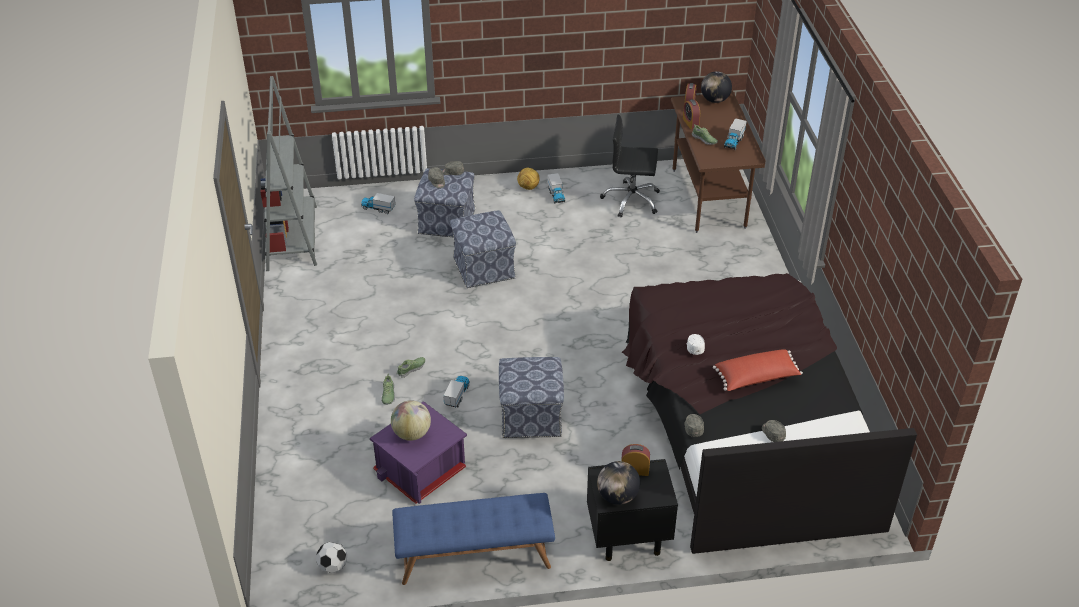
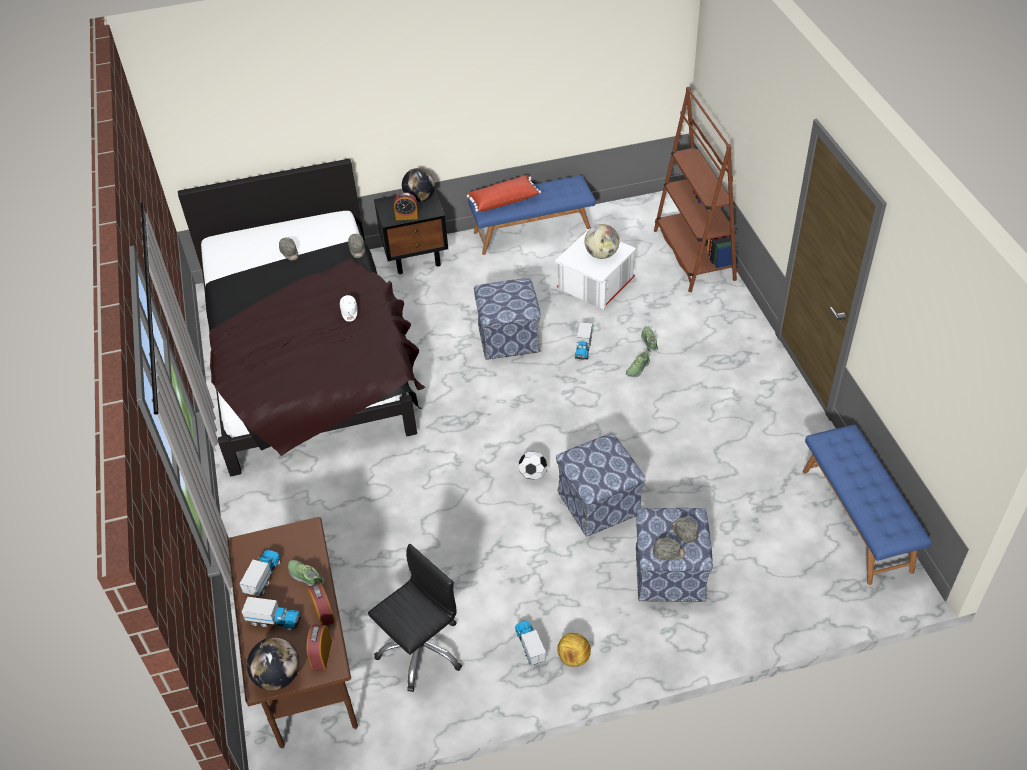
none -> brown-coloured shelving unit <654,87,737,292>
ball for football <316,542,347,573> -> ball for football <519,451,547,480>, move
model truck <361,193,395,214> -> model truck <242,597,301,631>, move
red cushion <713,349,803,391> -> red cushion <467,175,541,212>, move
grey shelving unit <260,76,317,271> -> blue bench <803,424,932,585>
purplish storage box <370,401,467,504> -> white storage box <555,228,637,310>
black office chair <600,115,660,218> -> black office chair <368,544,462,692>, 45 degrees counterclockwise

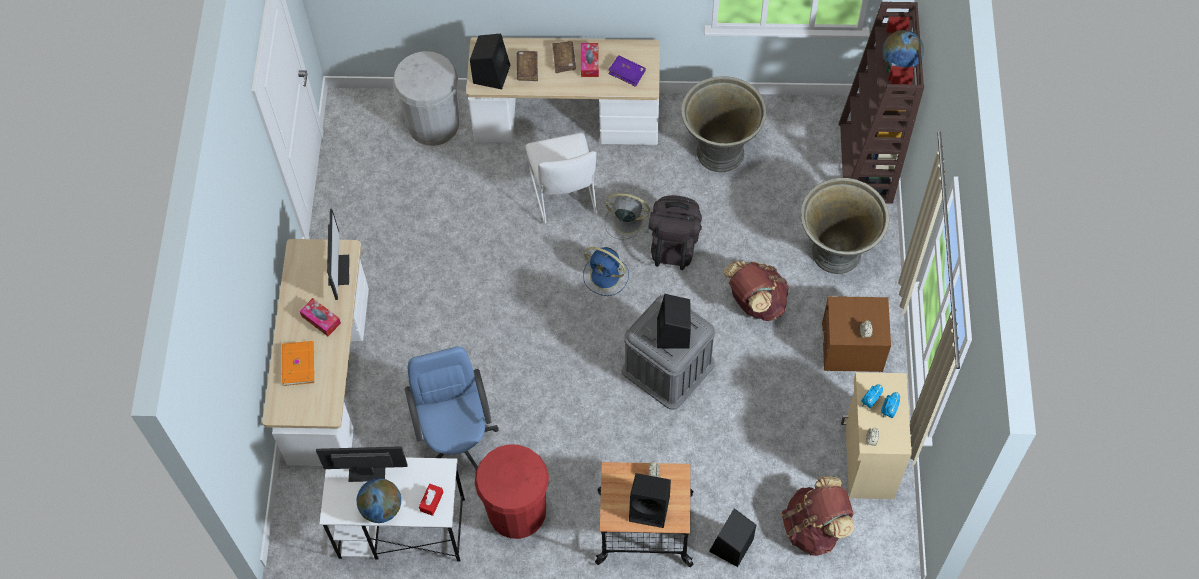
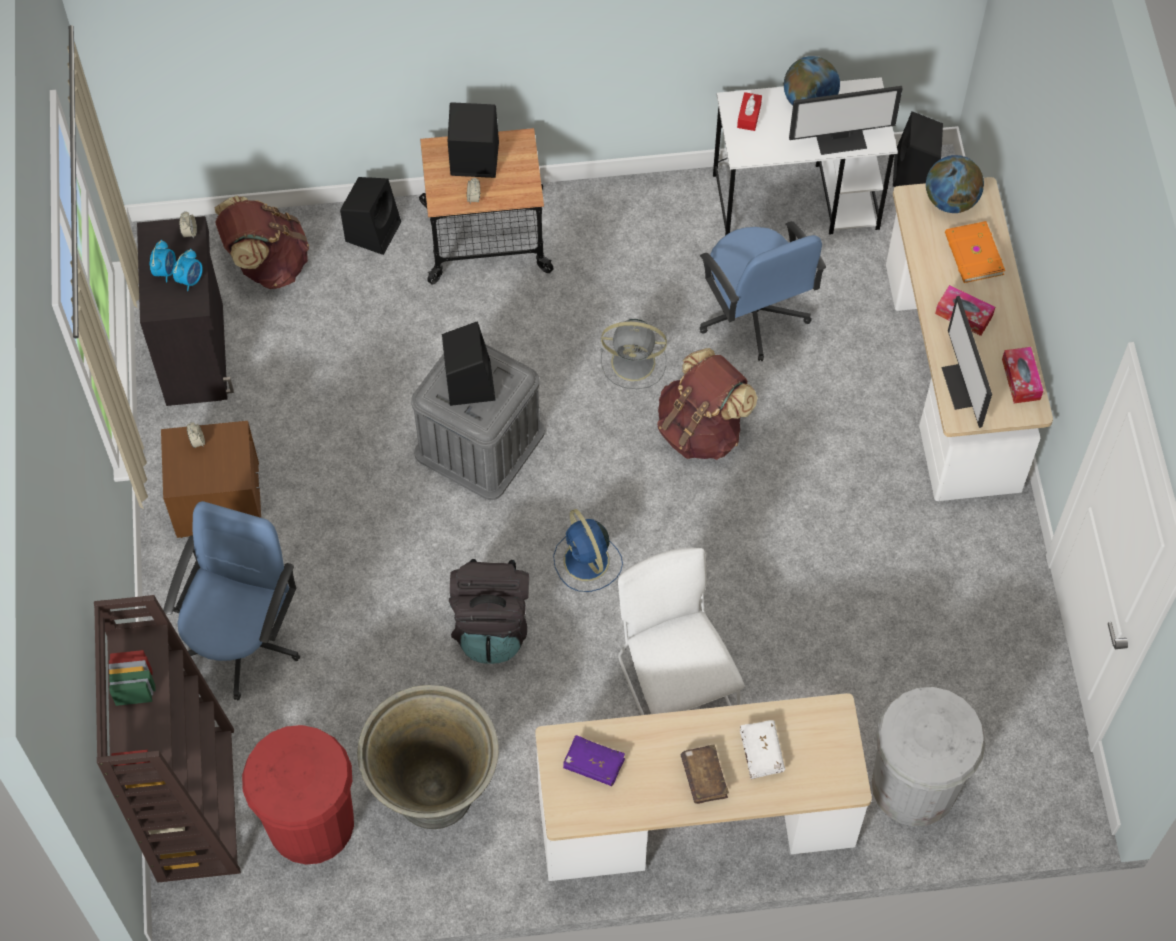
black loudspeaker <470,34,510,90> -> black loudspeaker <893,111,943,187>, move
red waste bin <475,444,549,539> -> red waste bin <242,725,354,865>, move
tissue box <581,43,599,77> -> tissue box <1002,347,1043,403>, move
grey electric fan <605,193,650,240> -> grey electric fan <601,319,667,389>, move
brown-coloured backpack <723,261,790,321> -> brown-coloured backpack <657,348,758,460>, move
world globe <882,30,924,68> -> world globe <926,155,984,213>, move
grey flower pot <801,178,889,274> -> blue office chair <163,501,300,700>
brown-coloured book <517,51,538,81> -> white book <740,720,785,779>
beige cabinet <841,372,912,499> -> black cabinet <137,216,234,406>
blue electric fan <583,247,629,296> -> blue electric fan <553,509,623,592>, 135 degrees counterclockwise

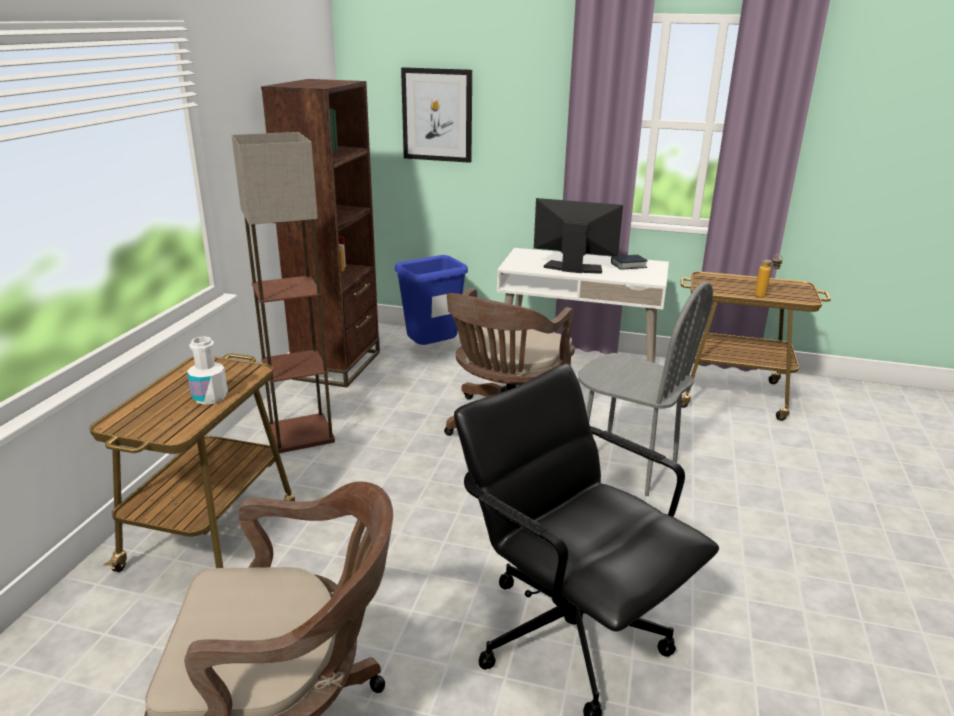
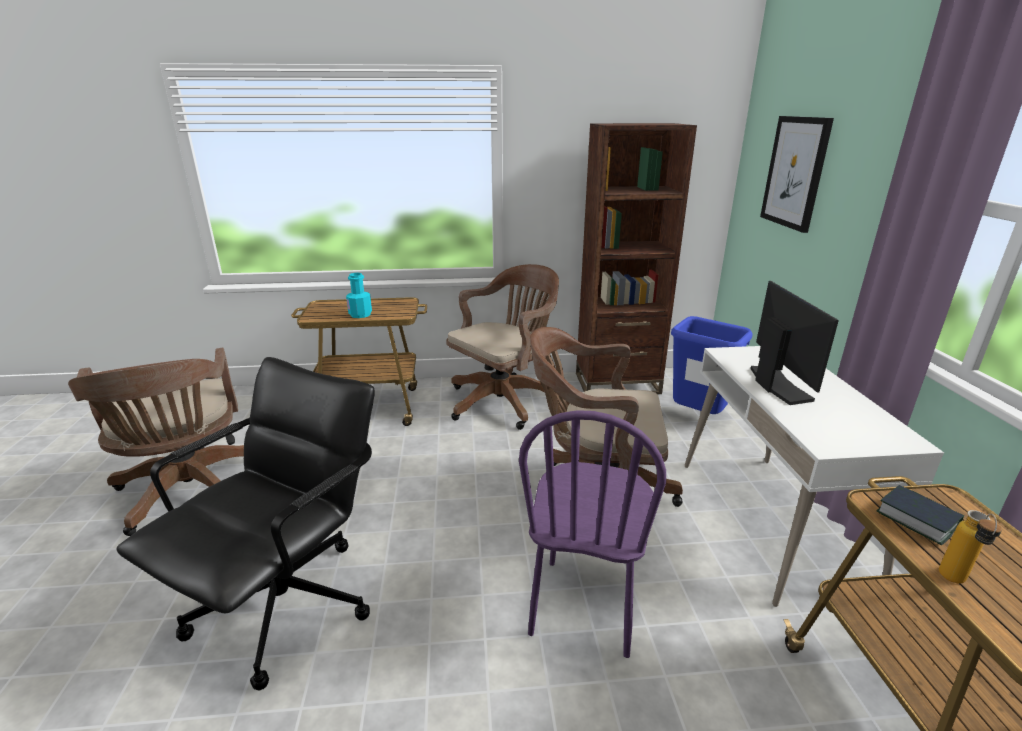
book <611,255,648,270> -> book <877,485,964,545>, move
standing lamp <232,132,335,453> -> brown-coloured office chair <446,264,559,430>
white bottle <187,336,228,405> -> blue-green bottle <346,273,372,318>
grey plain chair <578,281,713,496> -> purplish plain chair <519,410,666,658>

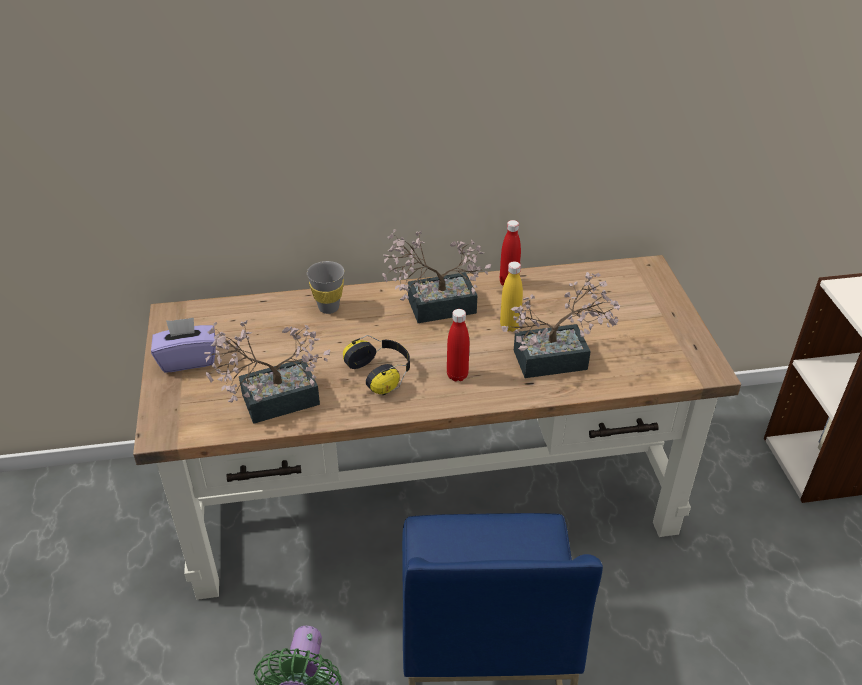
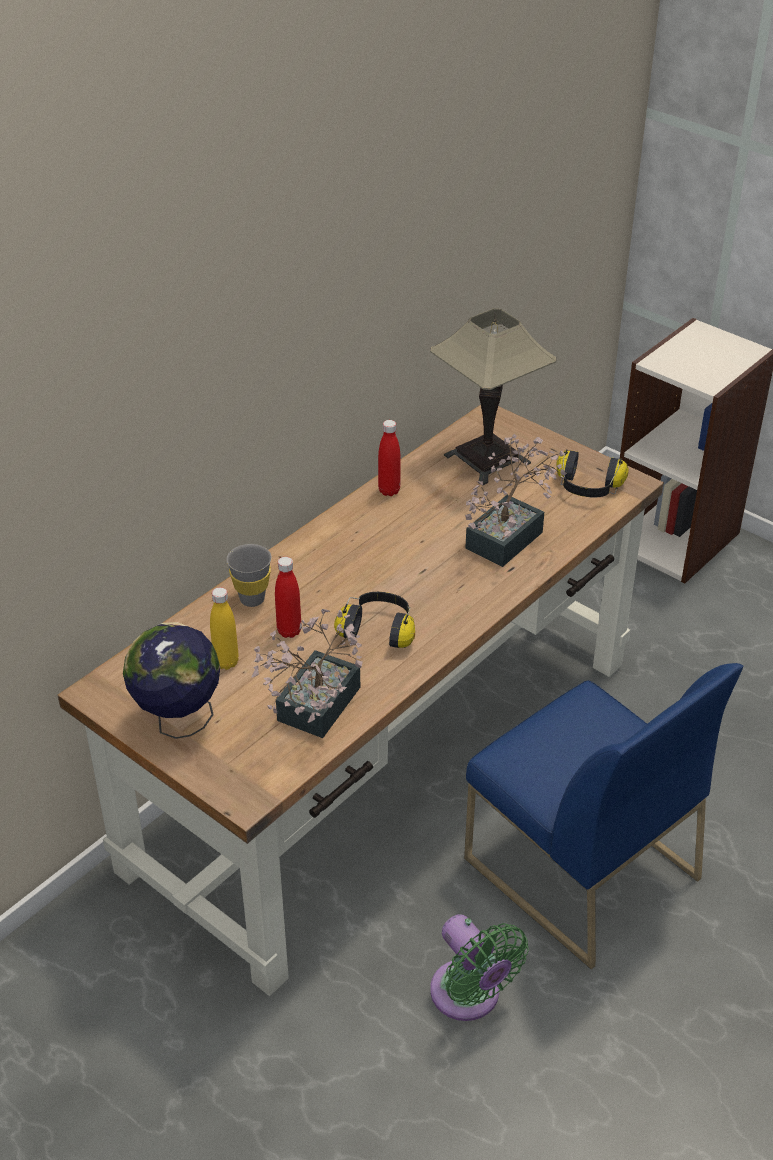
potted plant <382,229,491,323> -> none
none -> table lamp <430,308,557,485>
none -> pair of headphones <556,449,628,498>
red bottle <447,309,469,381> -> red bottle <275,557,301,638>, move
yellow bottle <500,261,523,332> -> yellow bottle <210,587,239,670>, move
purplish tissue box <151,317,216,373> -> world globe <123,622,220,739>

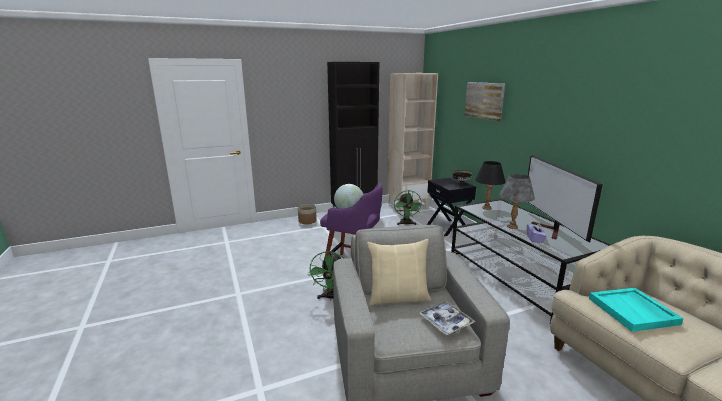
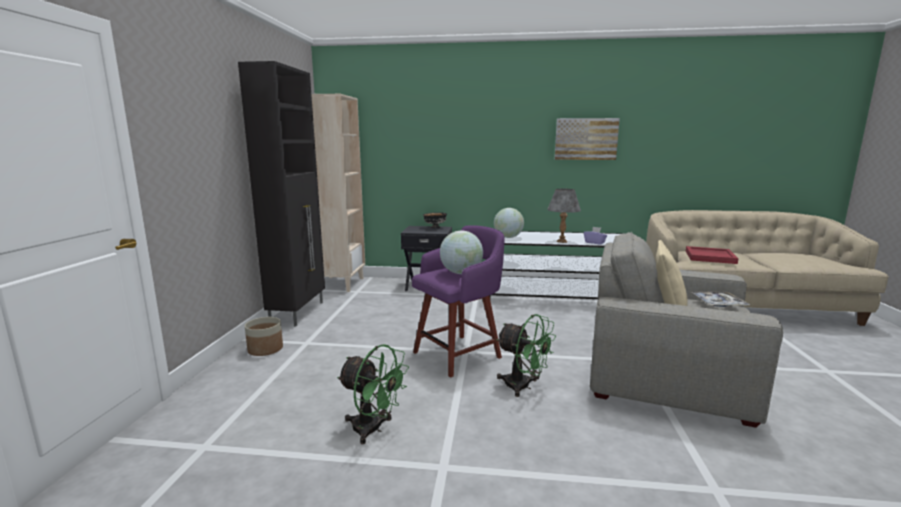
television <528,155,603,242> -> none
green-coloured electric fan <394,190,422,225> -> green-coloured electric fan <337,344,409,444>, move
picture <464,82,505,121> -> picture <555,118,620,160>, move
black table lamp <475,161,506,210> -> world globe <494,208,524,238>
blue-green carrying tray <589,288,683,332> -> red carrying tray <686,246,739,264>

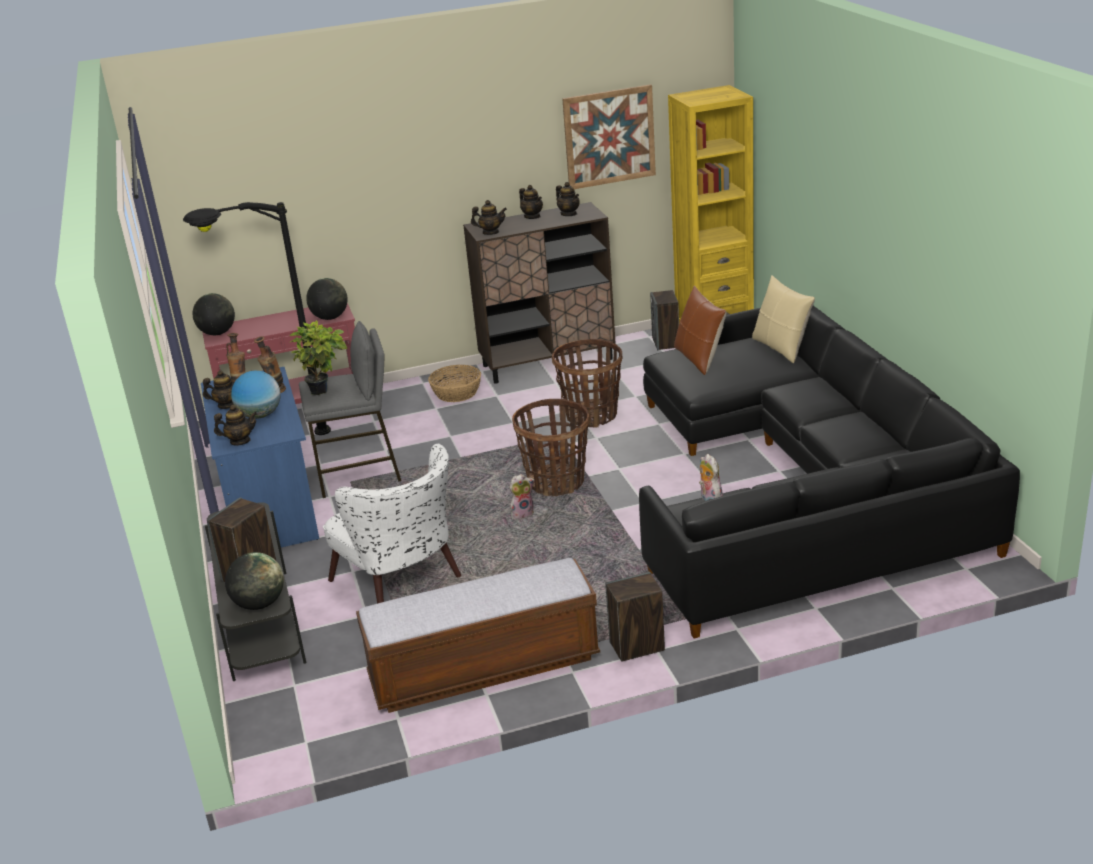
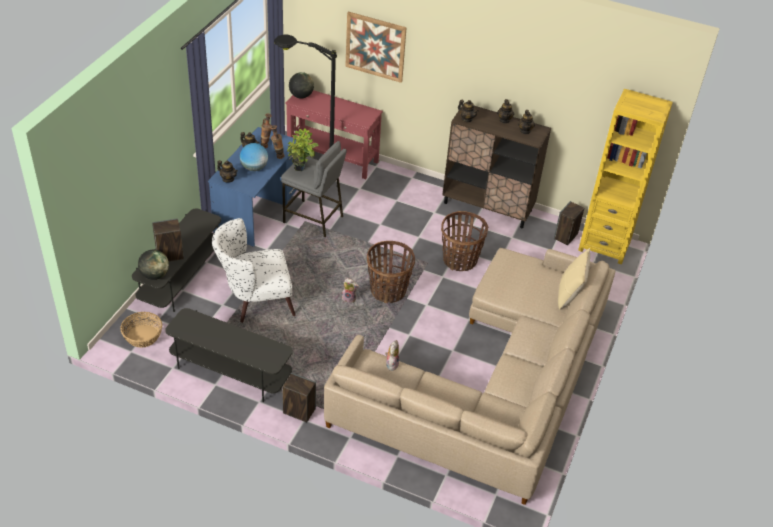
world globe <306,278,348,320> -> none
brown-coloured cushion <674,286,727,375> -> none
basket <428,365,481,402> -> basket <120,312,162,348>, move
picture <562,84,656,189> -> picture <345,12,407,83>, move
bench <356,558,600,713> -> grey tv unit <165,308,293,402>
black couch <639,306,1020,639> -> beige couch <324,248,615,505>
white armchair <323,444,461,604> -> white armchair <212,218,296,323>, 75 degrees clockwise

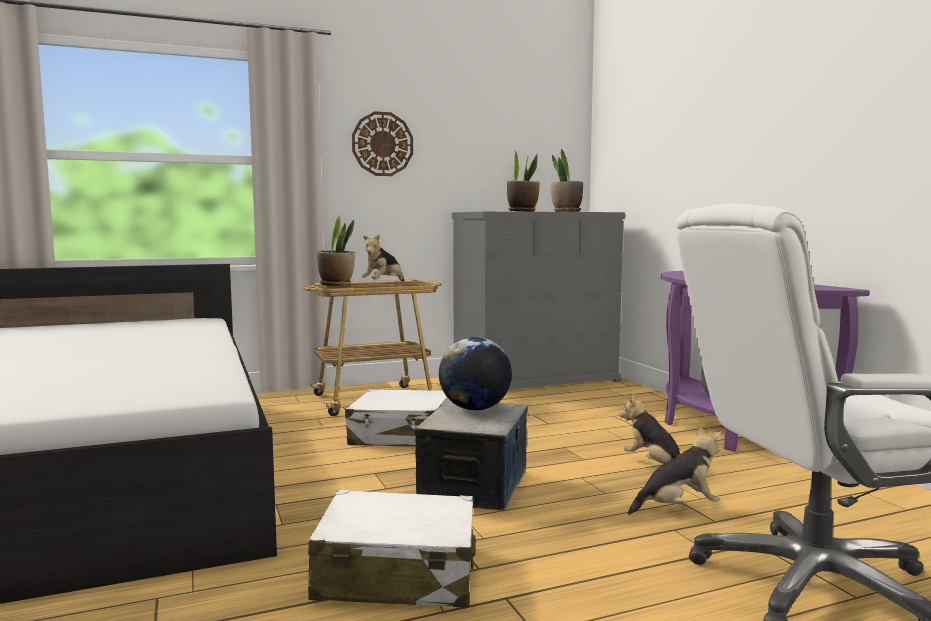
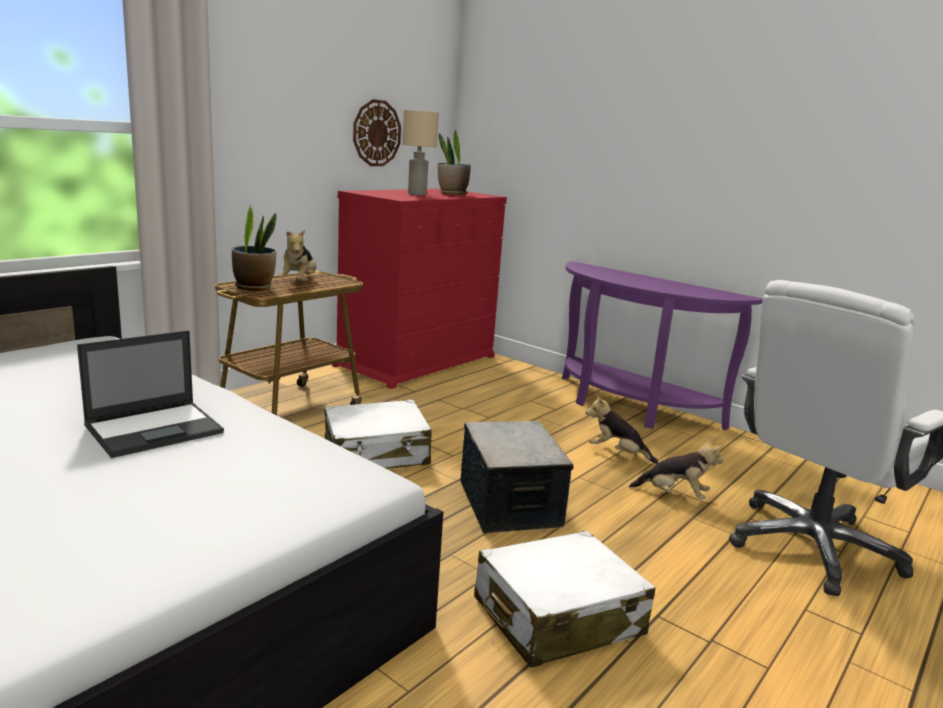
world globe <439,337,512,410> -> none
none -> laptop <77,330,224,458>
clock on the wall <352,111,413,176> -> clock on the wall <353,99,401,166>, move
potted plant <507,151,540,212> -> beige table lamp <402,110,439,196>
grey chest of drawers <452,212,625,390> -> red chest of drawers <332,189,507,389>
soft toy <628,425,721,515> -> soft toy <629,436,724,500>, 60 degrees clockwise

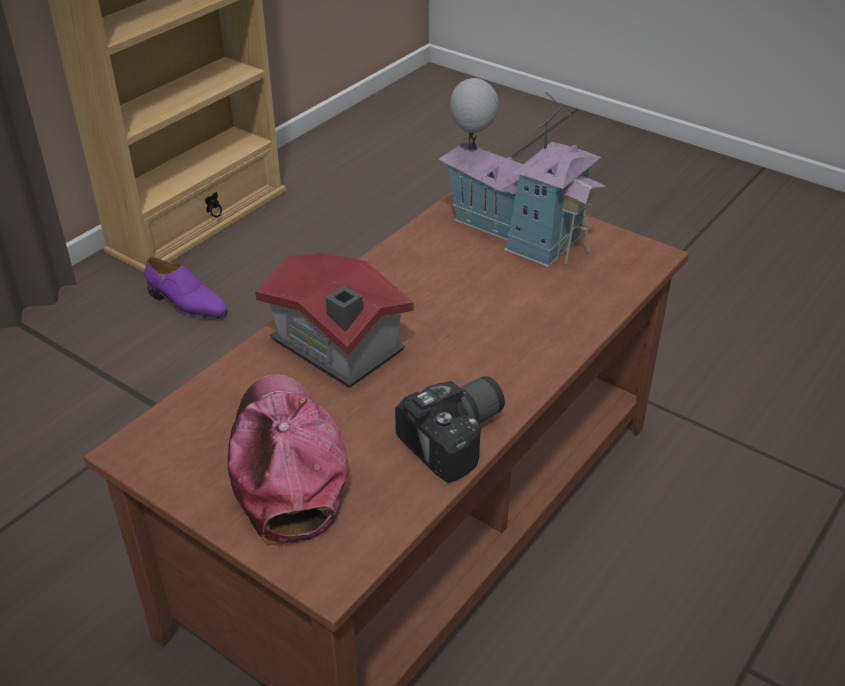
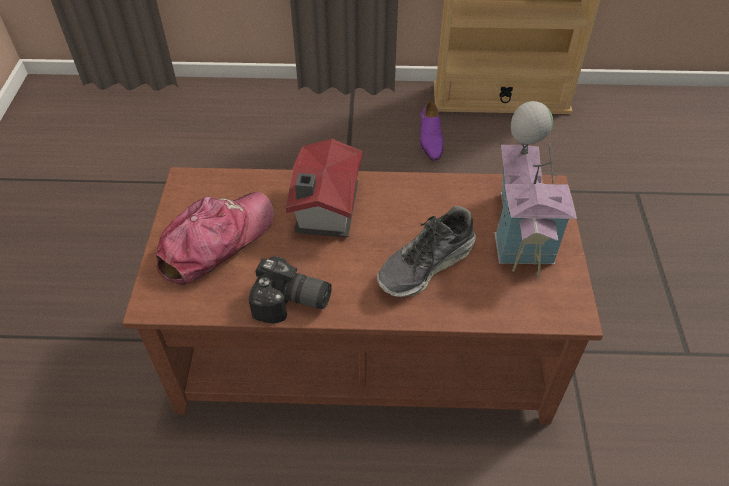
none -> low shoe <377,206,476,297>

